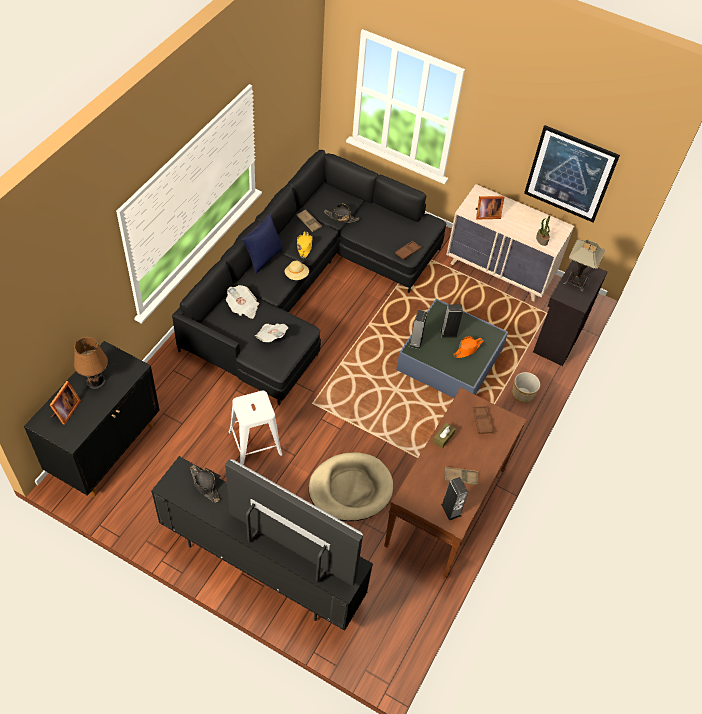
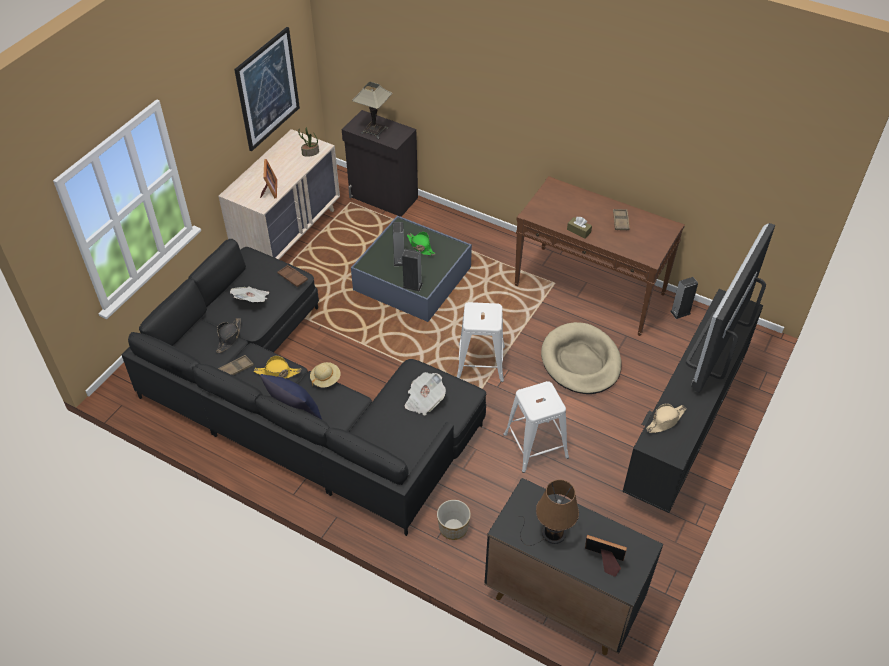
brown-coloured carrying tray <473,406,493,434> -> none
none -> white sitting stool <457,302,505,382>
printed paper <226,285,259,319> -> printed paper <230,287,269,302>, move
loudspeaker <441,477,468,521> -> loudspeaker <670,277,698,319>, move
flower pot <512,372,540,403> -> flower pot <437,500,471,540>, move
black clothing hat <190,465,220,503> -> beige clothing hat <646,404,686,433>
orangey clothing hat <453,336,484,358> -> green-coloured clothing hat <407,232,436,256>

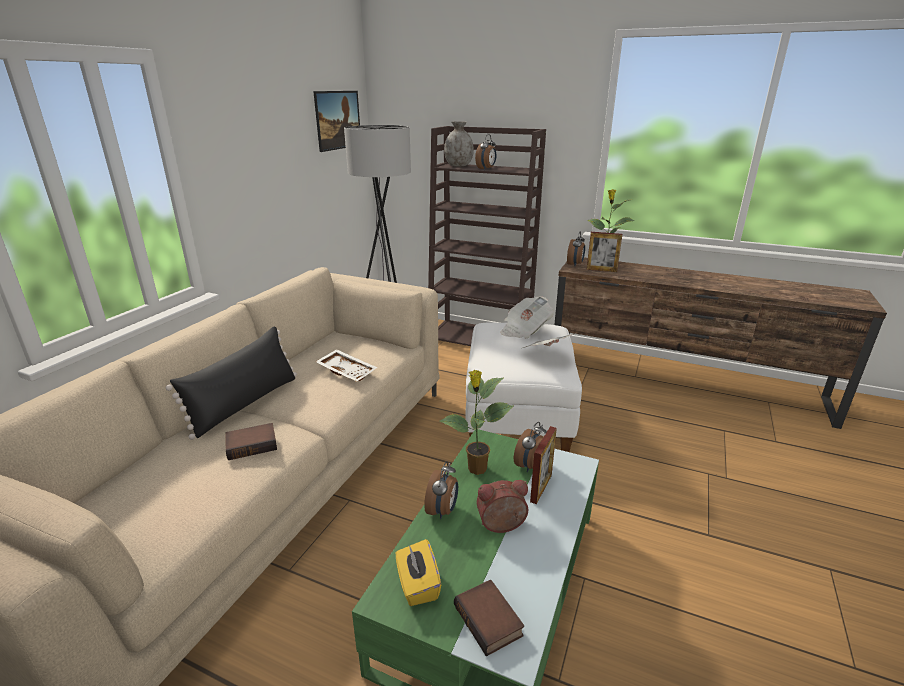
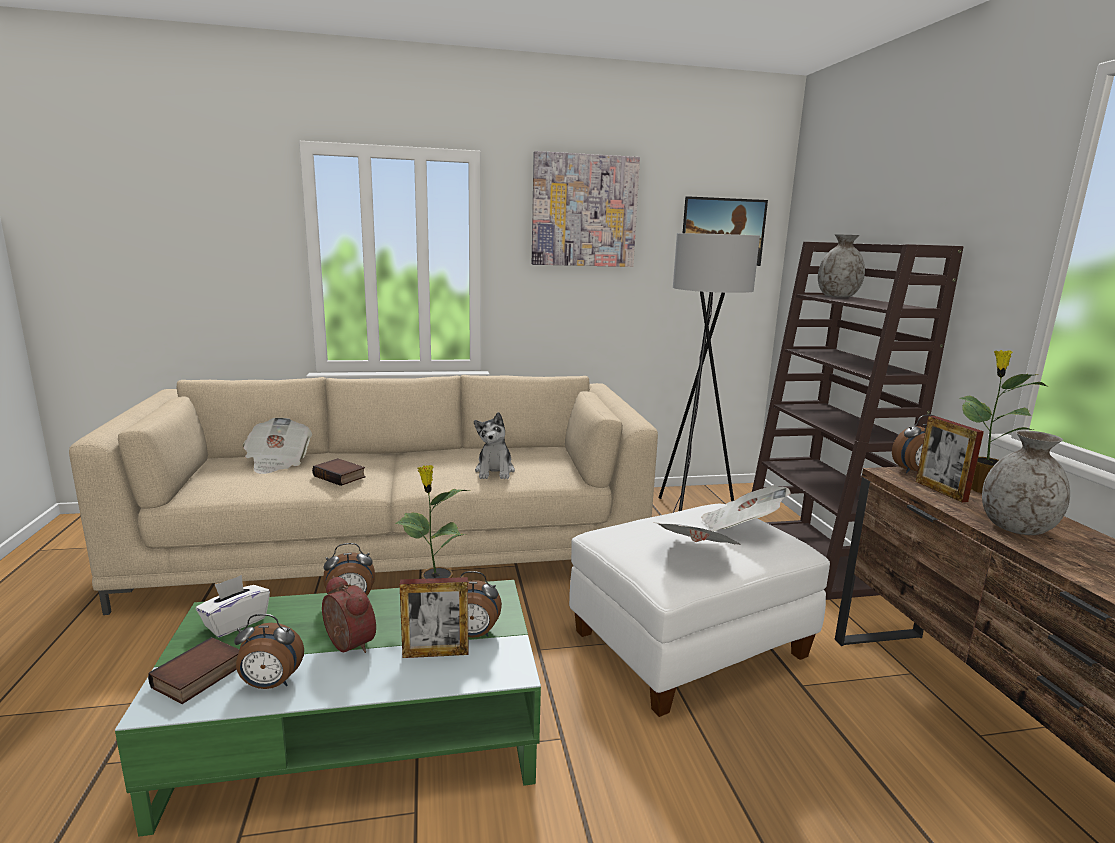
black cushion <166,326,297,440> -> none
none -> printed paper <243,418,312,474>
none -> picture <532,151,640,267>
none -> grey vase <982,430,1070,535>
alarm clock <475,134,496,170> -> alarm clock <234,614,304,689>, move
white carrying tray <315,349,377,382> -> soft toy <474,412,515,479>
yellow tissue box <396,539,441,606> -> white tissue box <196,575,270,638>

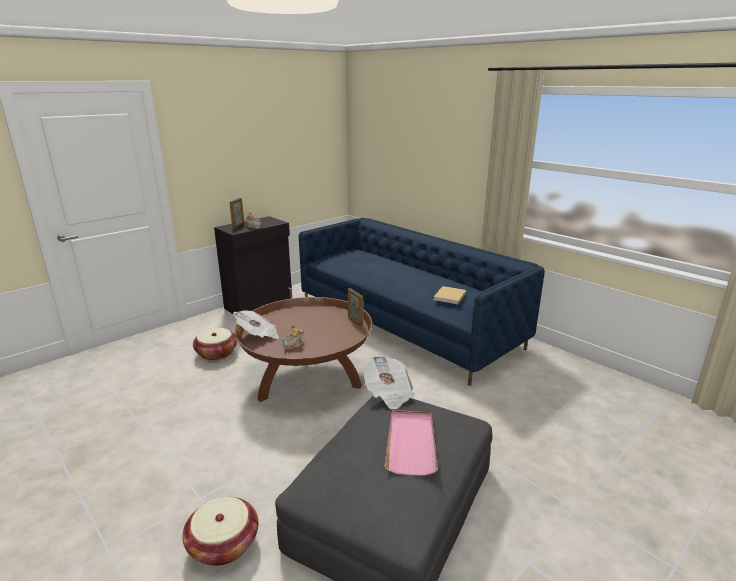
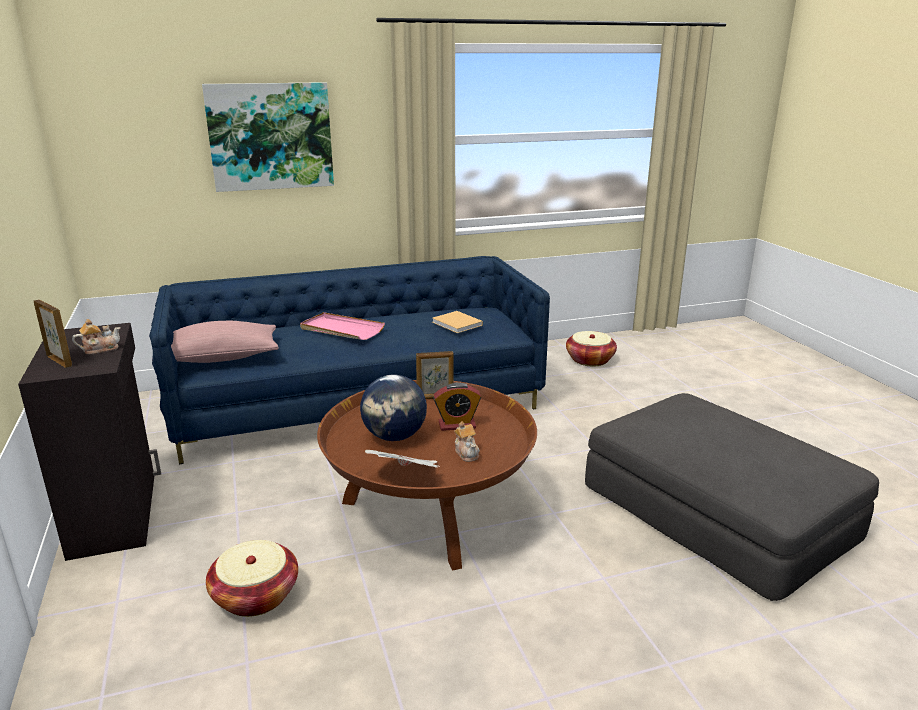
printed paper <363,355,415,410> -> none
none -> pink cushion <152,321,279,363>
none -> picture <202,82,334,192>
none -> world globe <360,374,427,441>
none -> alarm clock <433,383,481,431>
basket <182,497,258,566> -> basket <566,331,617,366>, move
pink carrying tray <385,410,438,476> -> pink carrying tray <300,312,385,340>, move

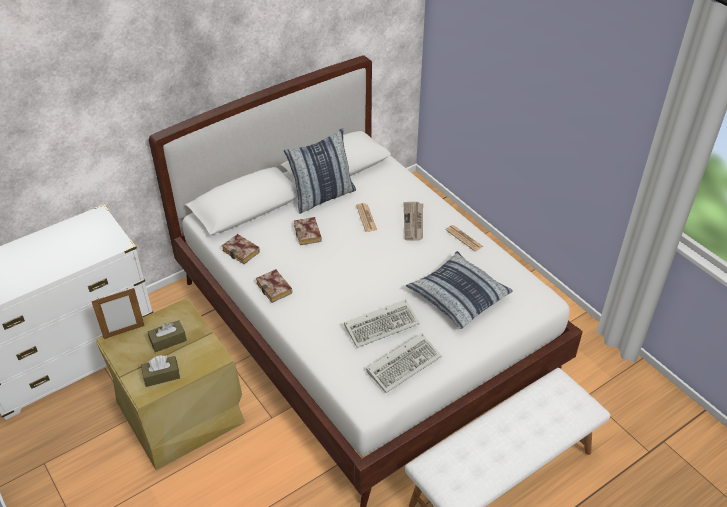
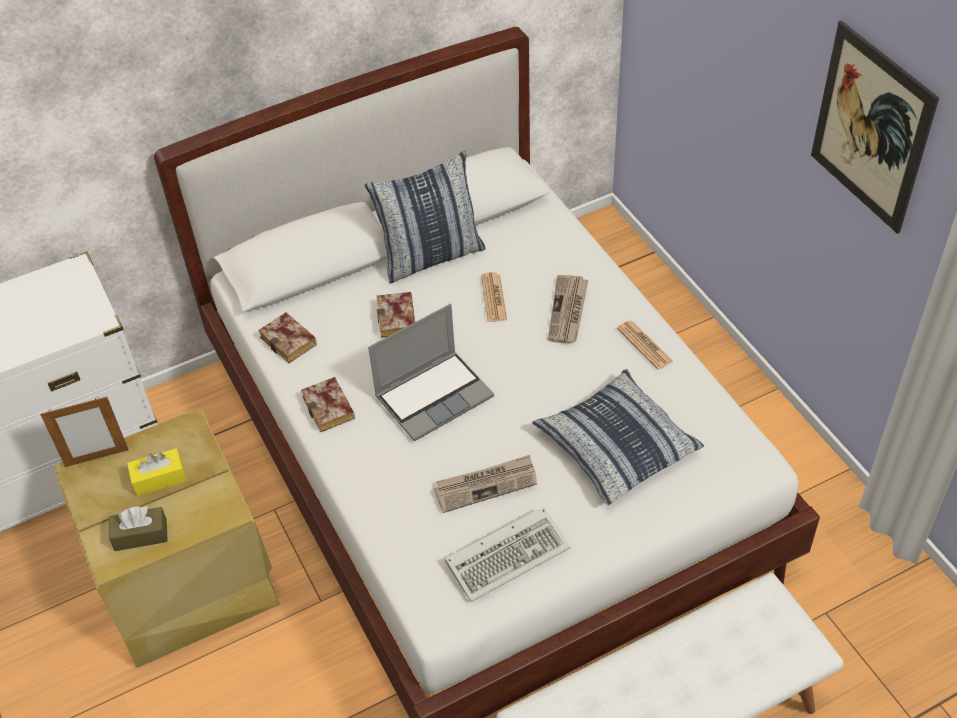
none -> laptop <368,304,494,442>
none -> picture <811,20,939,234>
computer keyboard <344,299,420,348> -> printed paper <434,455,537,513>
brown-coloured tissue box <148,320,187,352> -> yellow tissue box <127,448,187,496>

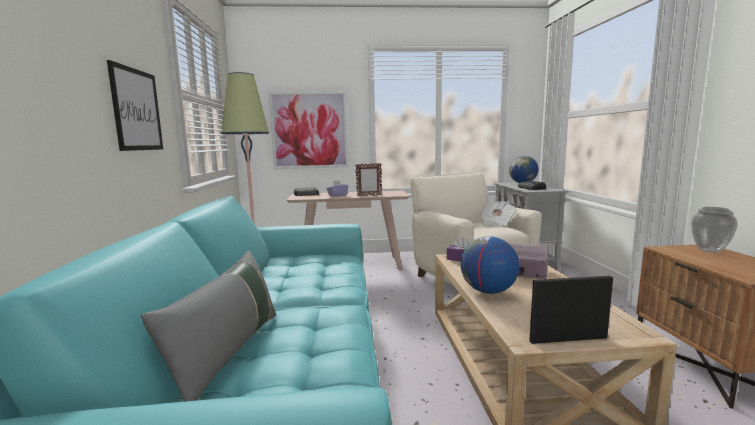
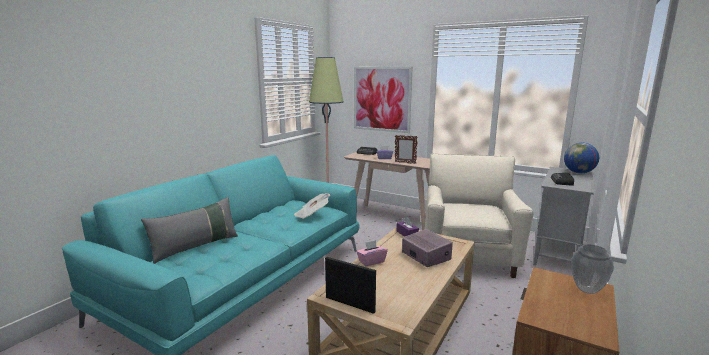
picture <107,60,163,151> -> none
printed paper <481,201,517,227> -> printed paper <294,193,330,219>, move
world globe <460,236,519,294> -> pink tissue box <357,240,388,266>

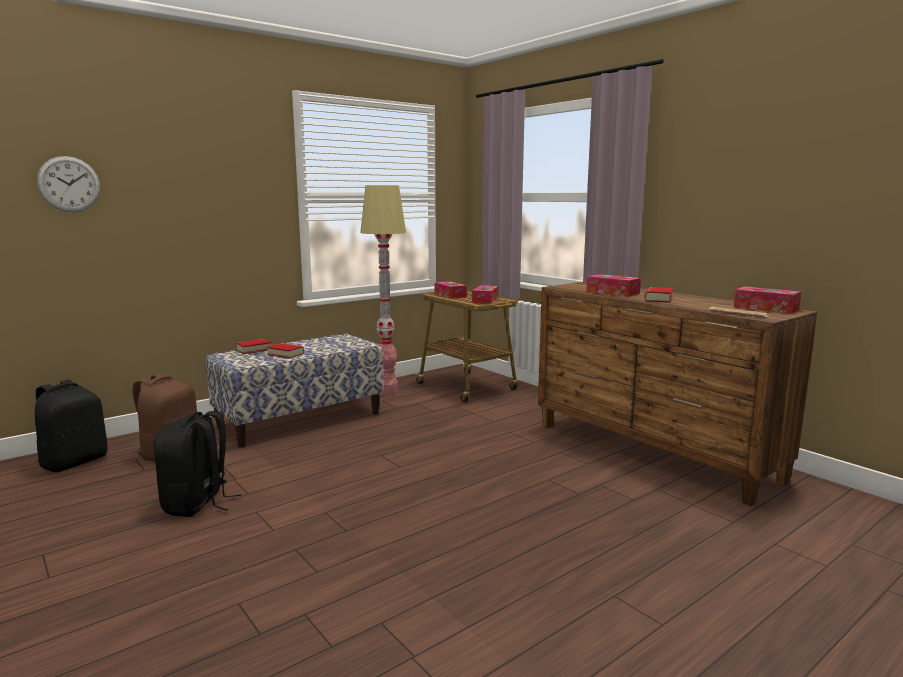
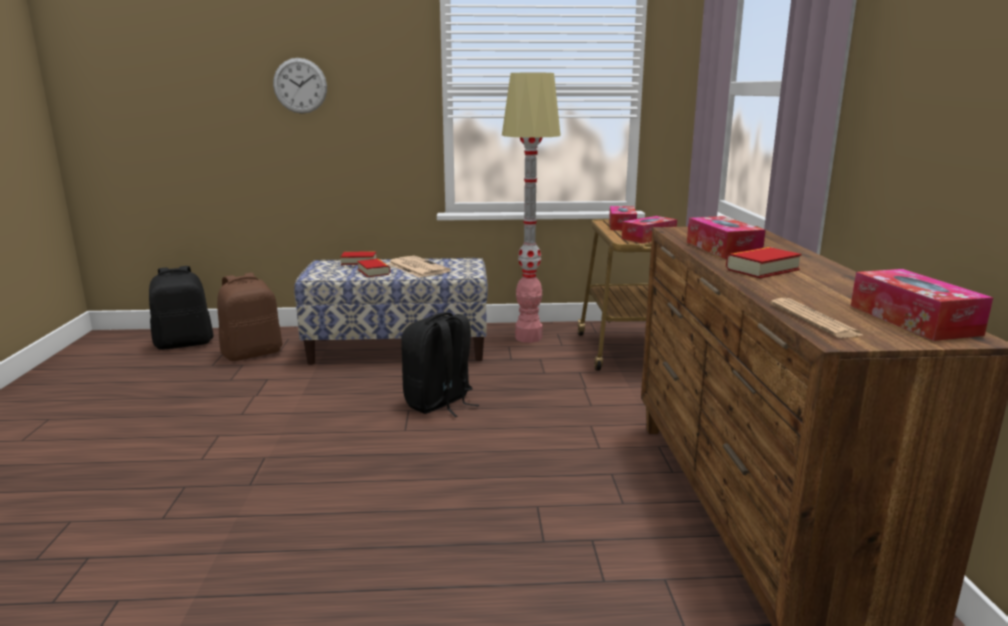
none -> printed paper <388,256,451,278>
clock on the wall <37,156,100,212> -> clock on the wall <273,58,327,114>, move
black backpack <154,411,241,517> -> black backpack <401,312,479,417>, move

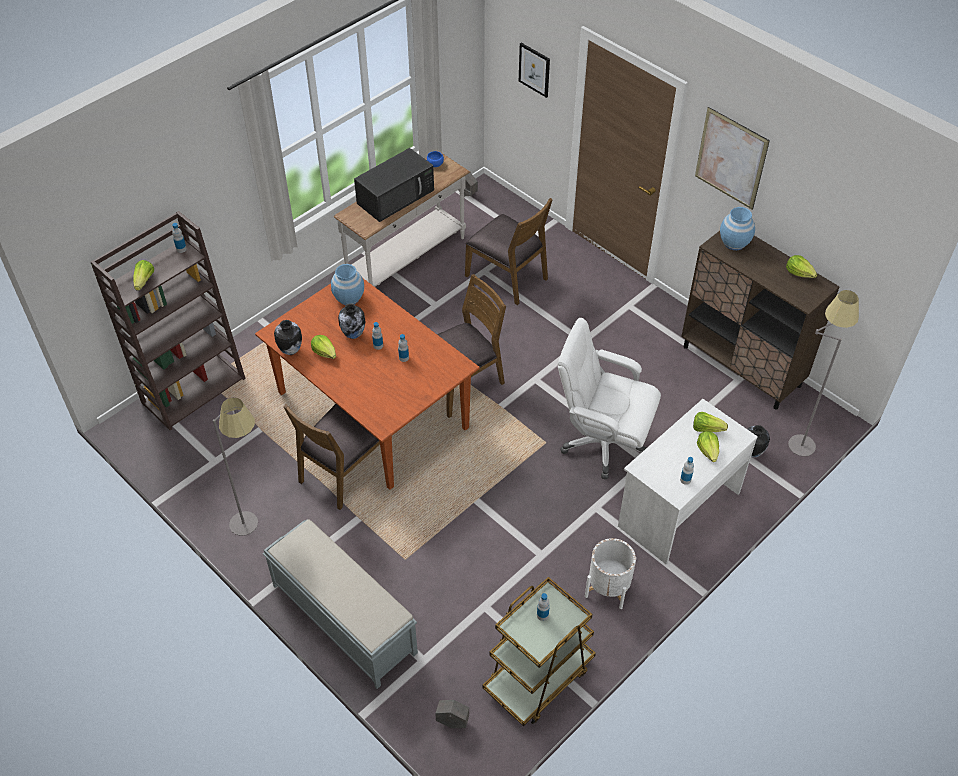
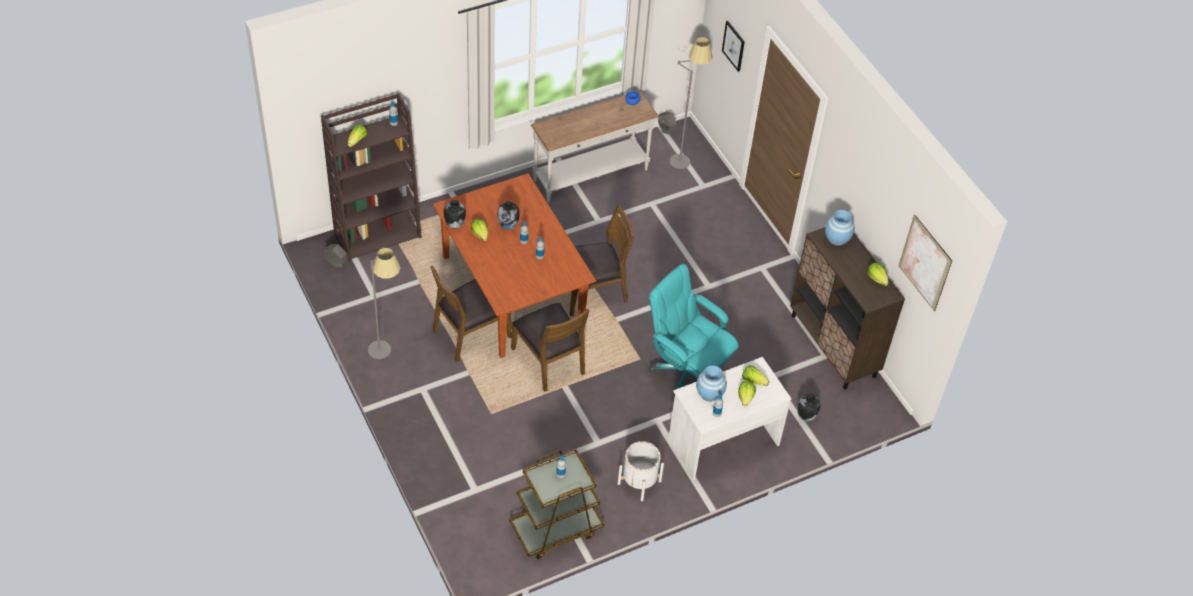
grey bench <263,519,418,689> -> none
black microwave oven <354,148,434,222> -> none
blue vase <331,264,364,305> -> blue vase <696,366,727,402>, move
grey flower pot <435,700,469,728> -> grey flower pot <324,244,348,267>, move
brown-coloured plain chair <465,198,552,305> -> brown-coloured plain chair <511,303,589,392>, move
picture <695,107,770,210> -> picture <899,215,952,311>, move
grey standing lamp <788,290,859,457> -> grey standing lamp <670,37,713,169>, move
white office chair <558,318,661,479> -> blue-green office chair <649,264,739,401>

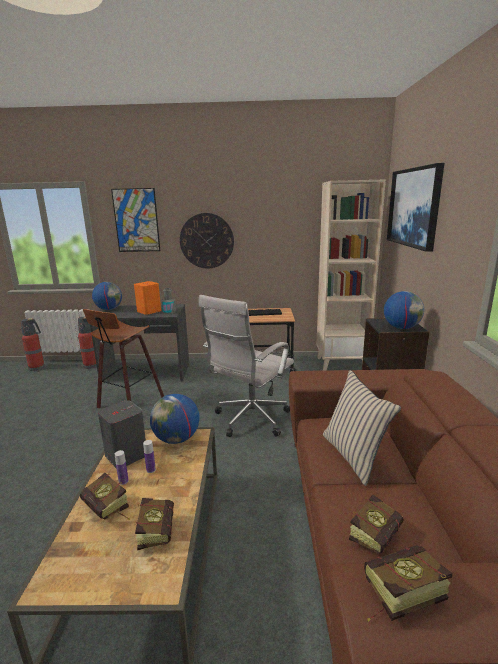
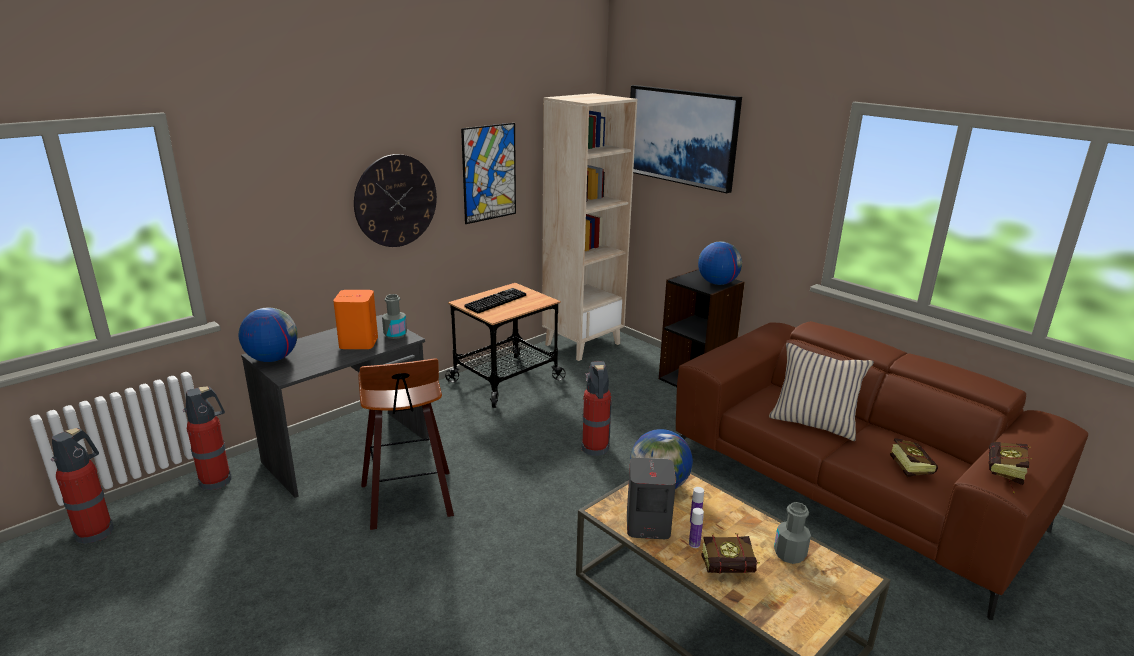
picture <111,188,160,252> -> picture <461,123,516,224>, move
book <134,498,174,550> -> grey bottle <774,502,811,564>
white office chair <199,295,294,437> -> fire-fighting cylinder <581,361,612,456>

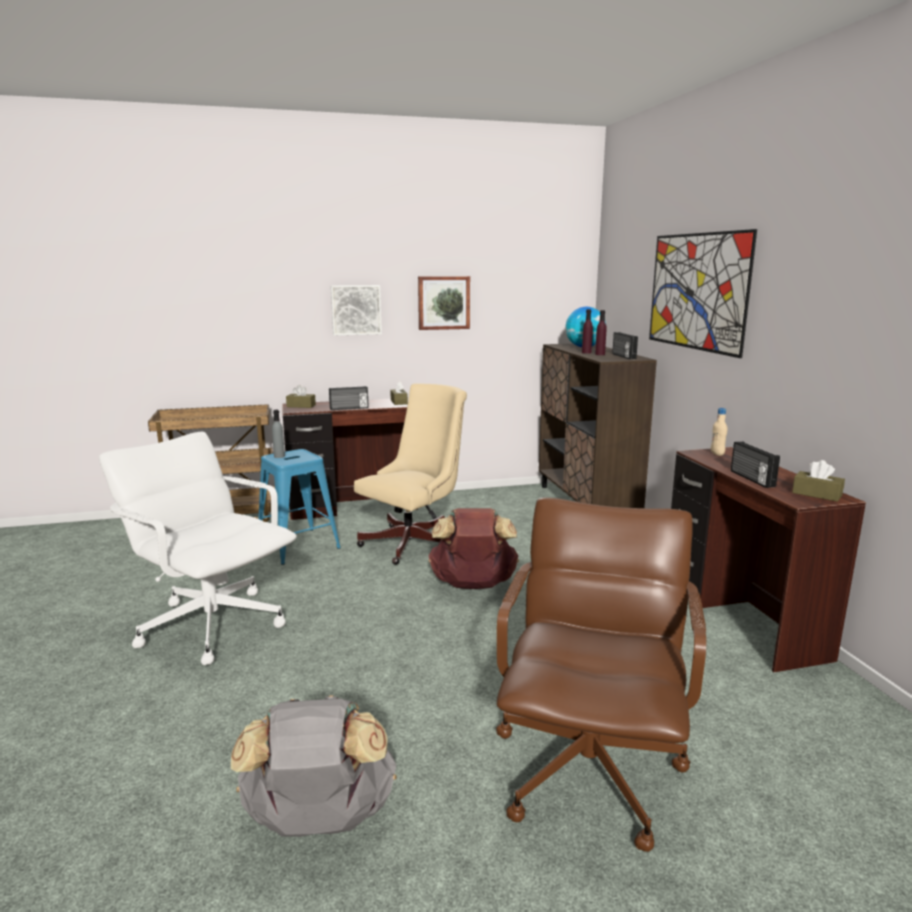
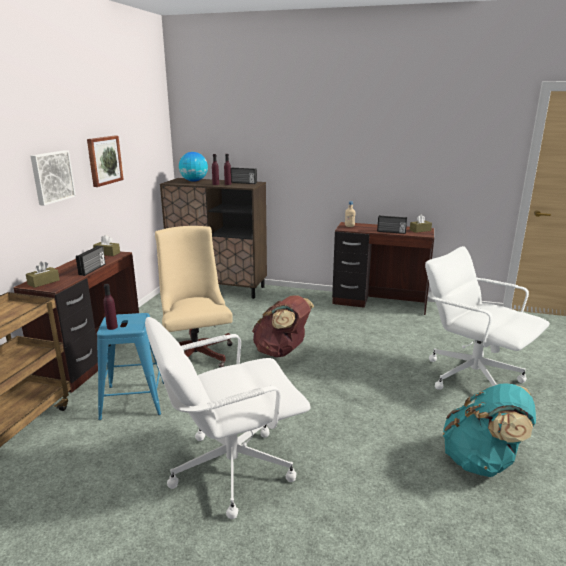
picture <649,229,757,358> -> none
grey backpack <231,696,396,837> -> blue-green backpack <443,383,536,477>
grey bottle <272,410,285,458> -> purplish bottle <103,284,118,330>
brown-coloured office chair <496,497,706,852> -> white office chair <425,246,550,390>

